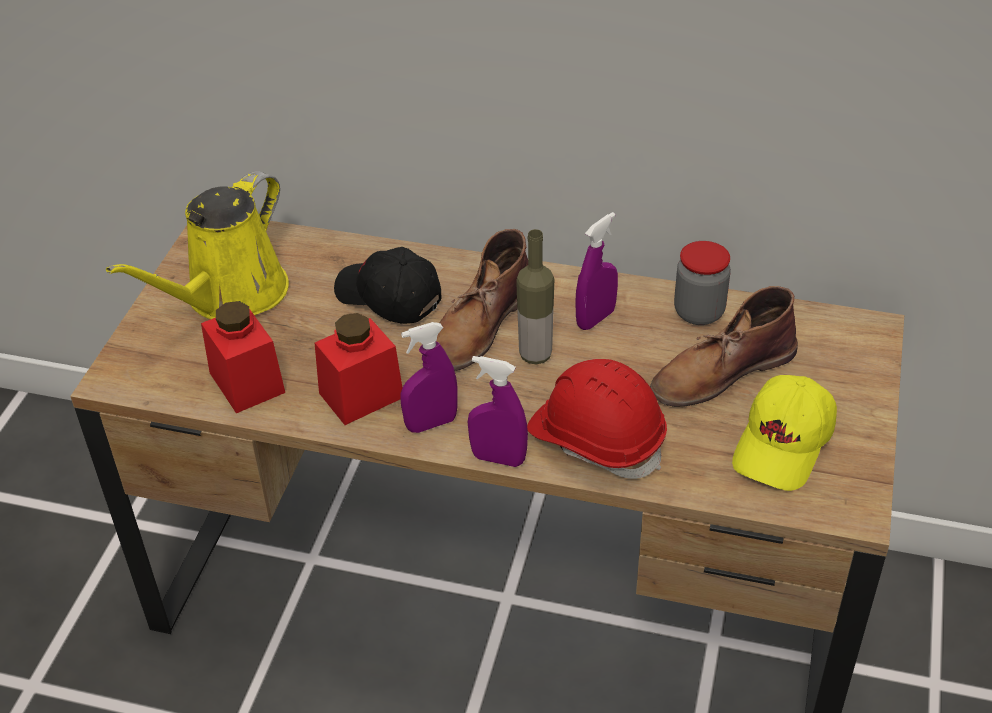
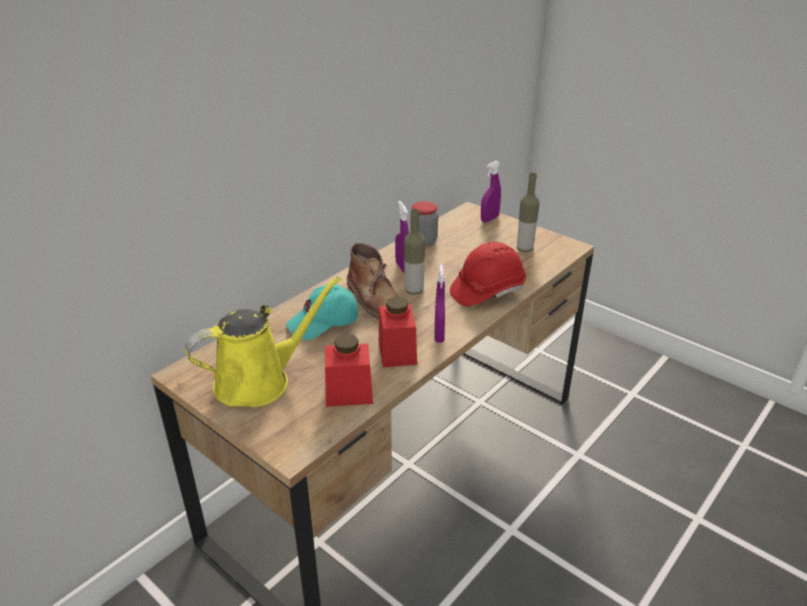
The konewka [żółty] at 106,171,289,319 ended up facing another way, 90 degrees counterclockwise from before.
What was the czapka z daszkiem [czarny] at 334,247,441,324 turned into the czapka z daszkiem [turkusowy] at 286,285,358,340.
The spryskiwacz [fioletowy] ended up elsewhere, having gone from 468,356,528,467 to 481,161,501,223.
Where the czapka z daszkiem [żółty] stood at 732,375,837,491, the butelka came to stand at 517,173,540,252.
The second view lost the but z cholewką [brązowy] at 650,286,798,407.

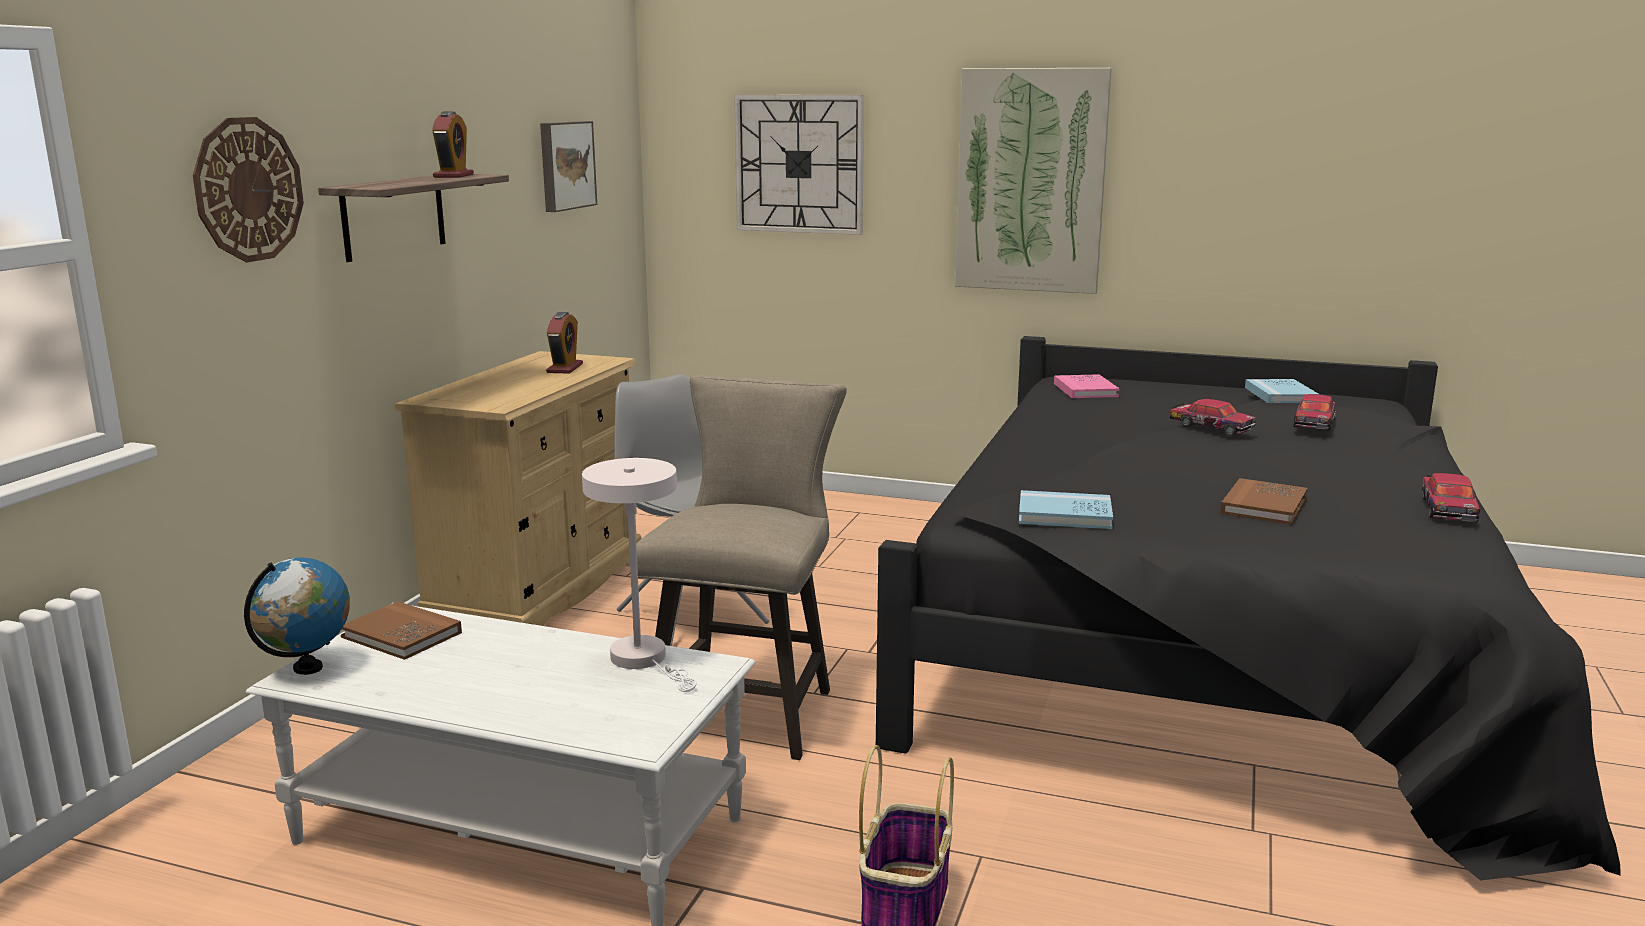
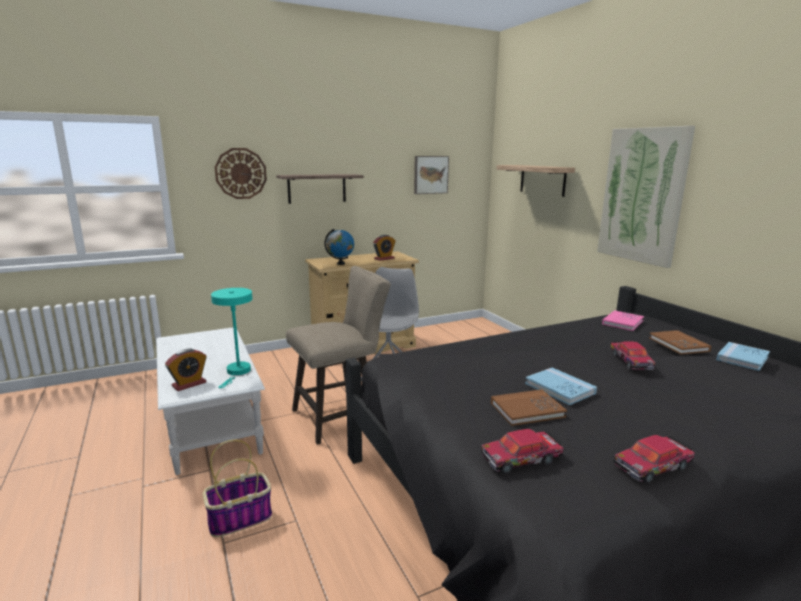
The budzik ended up elsewhere, having gone from 432,111,474,178 to 165,349,206,391.
What was the lampa stołowa [biały] at 582,458,697,692 turned into the lampa stołowa [turkusowy] at 211,288,253,388.
The globus ended up elsewhere, having gone from 244,557,350,675 to 325,229,354,265.
The samochodzik ended up elsewhere, having gone from 1293,394,1336,431 to 481,429,564,474.
Where the zegar ścienny hung at 734,95,864,235, the półka came to hang at 497,165,575,197.
The książka [niebieski] ended up elsewhere, having gone from 1019,490,1113,529 to 525,368,597,405.
The książka [brązowy] ended up elsewhere, having gone from 341,601,462,660 to 649,330,711,354.

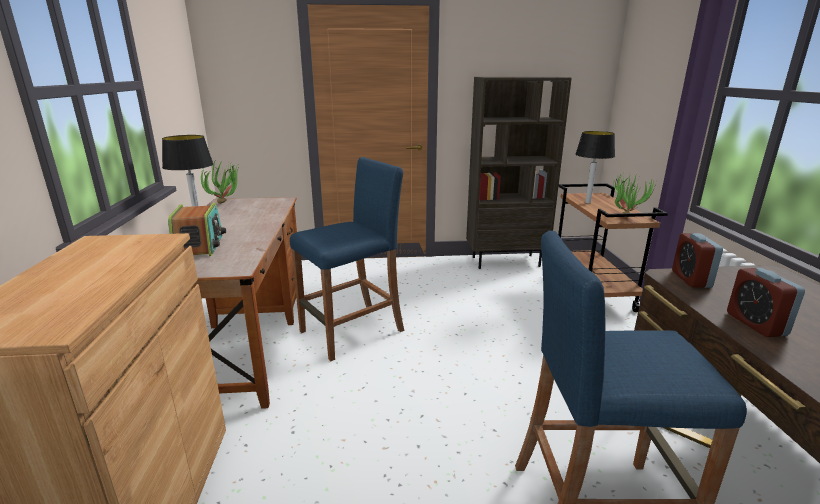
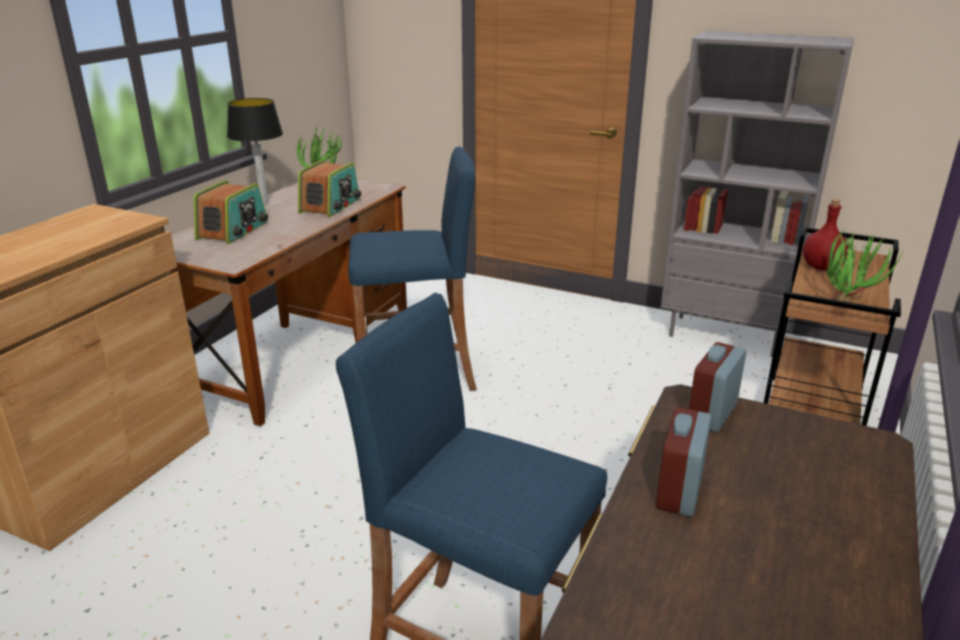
The second view gained the radio at 298,160,361,217.
What was the regał [brązowy] at 466,77,572,269 turned into the regał [szary] at 661,31,854,357.
Where the lampa stołowa stood at 575,131,615,204, the butelka [czerwony] came to stand at 803,199,848,270.

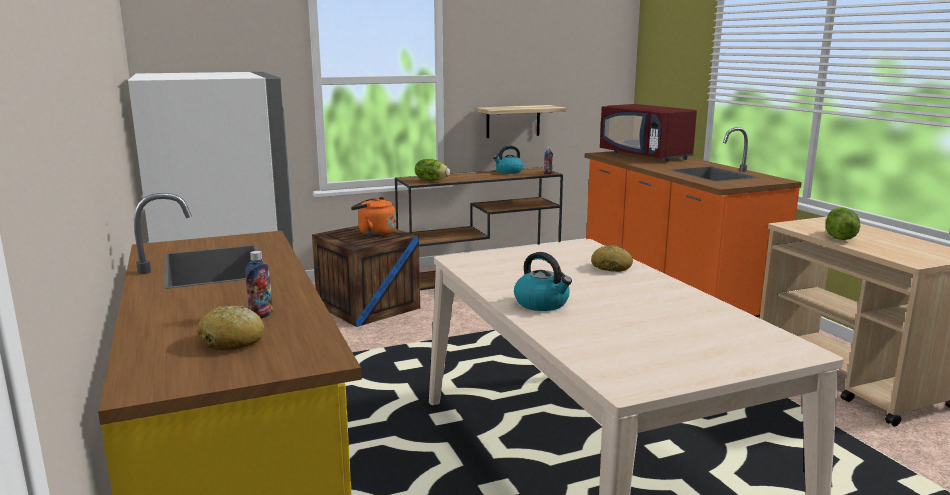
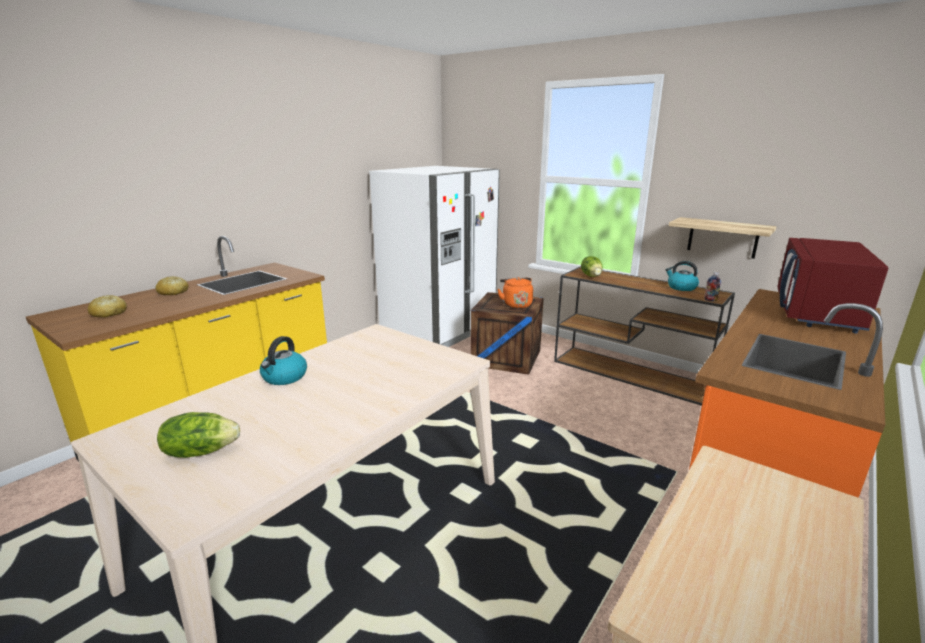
The chleb ended up elsewhere, having gone from 591,245,633,272 to 155,276,189,295.
The sałata ended up elsewhere, having gone from 826,208,860,240 to 157,412,240,458.
The second view lost the butelka at 245,251,273,318.

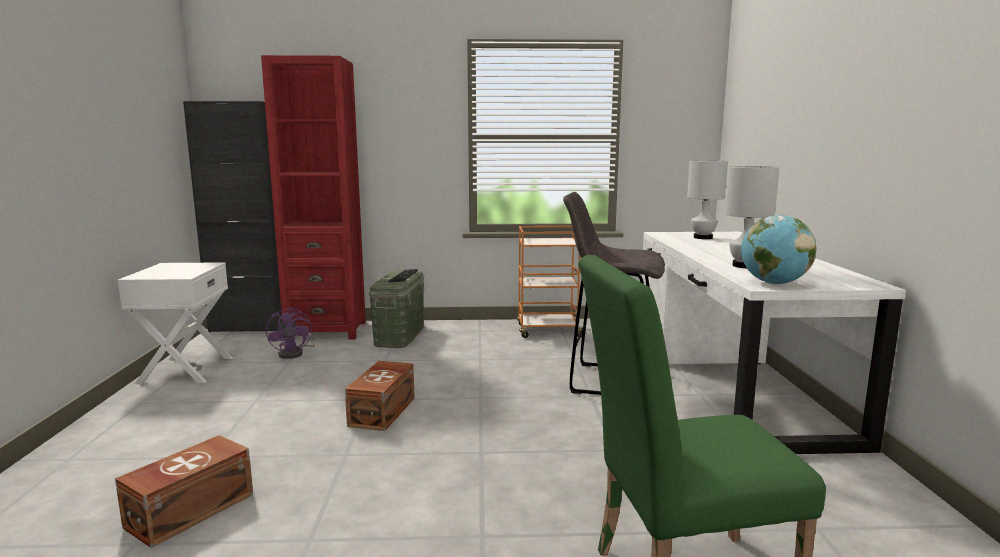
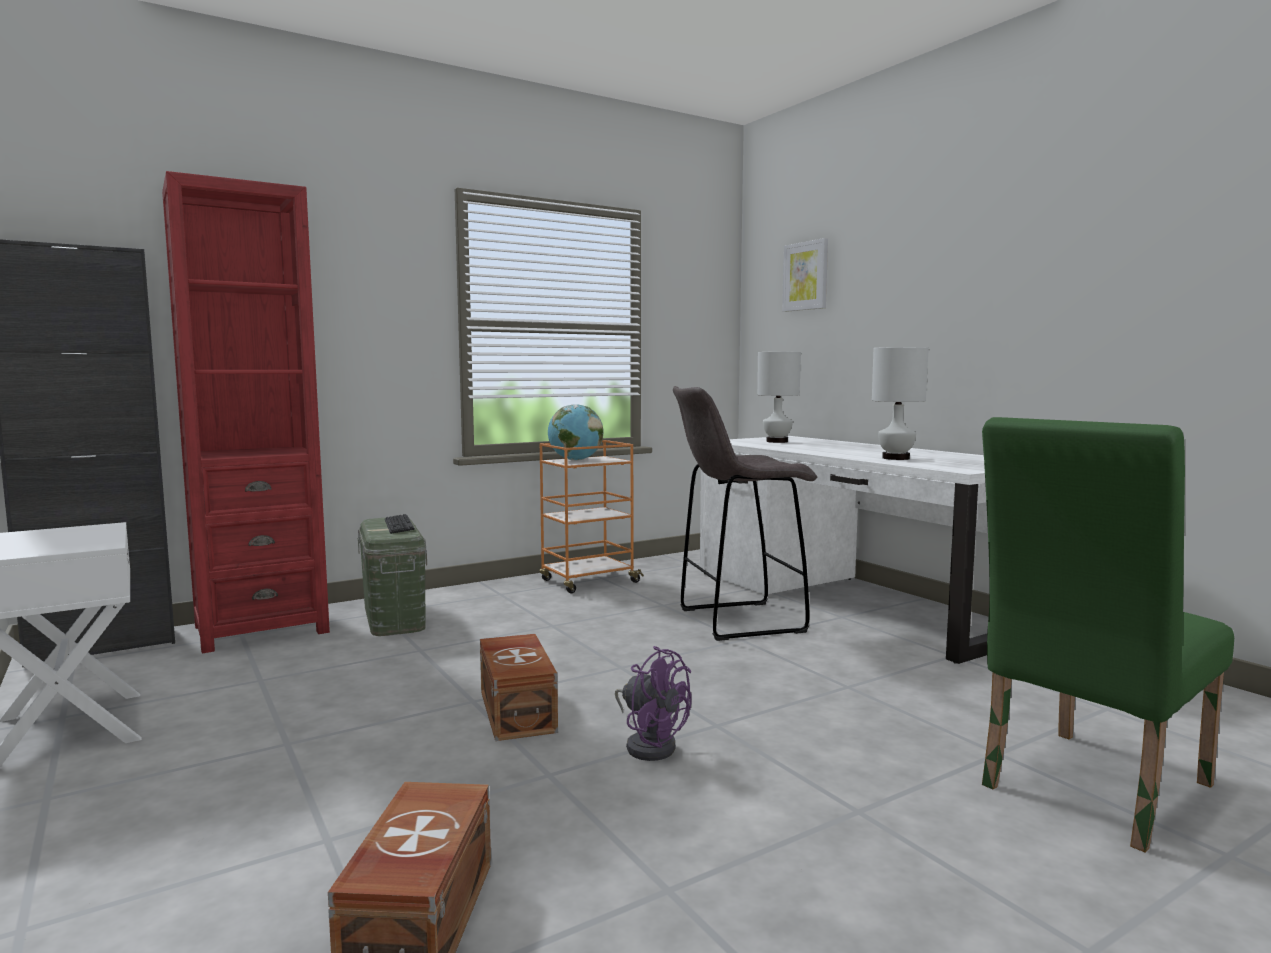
The globus ended up elsewhere, having gone from 741,215,817,284 to 548,404,603,461.
The wentylator [fioletowy] ended up elsewhere, having gone from 266,307,315,359 to 615,646,692,761.
The second view gained the obraz at 782,238,828,312.

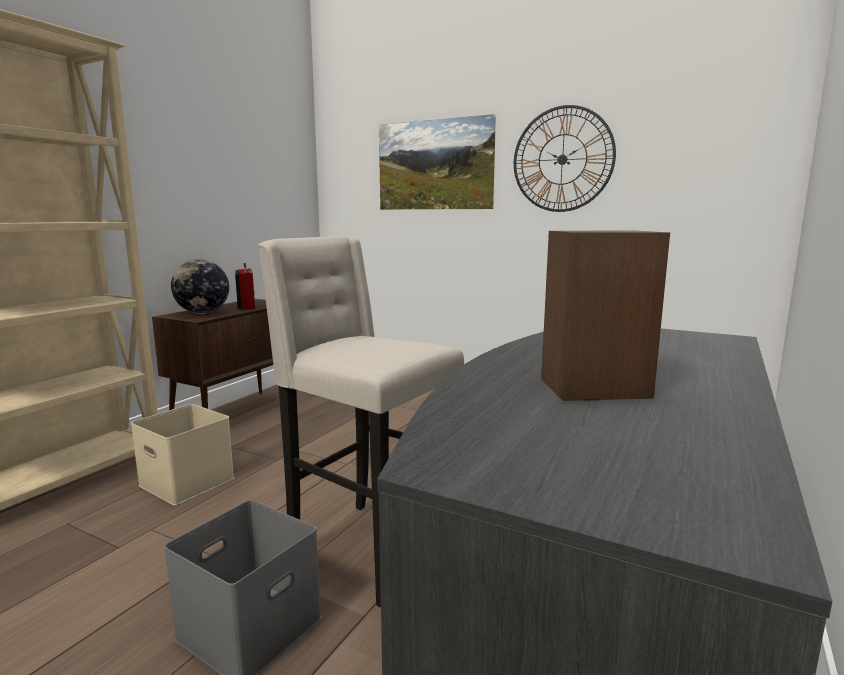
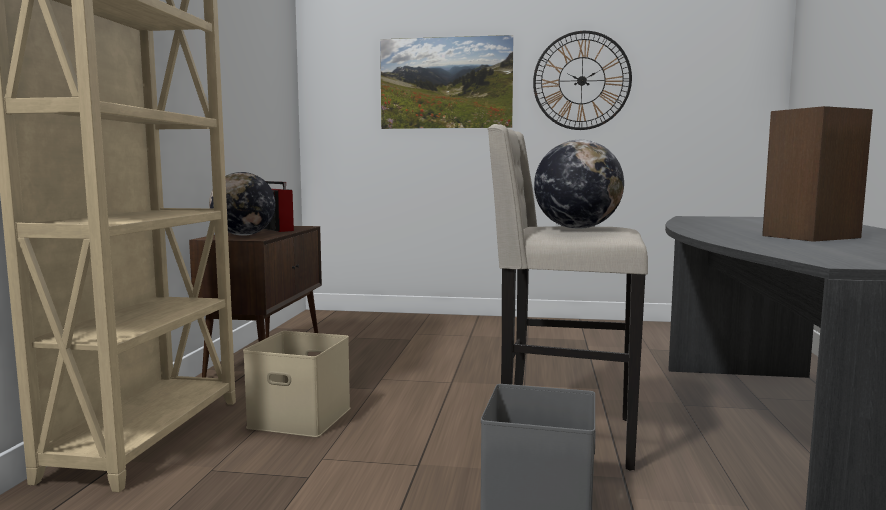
The second view gained the globus at 534,140,624,229.

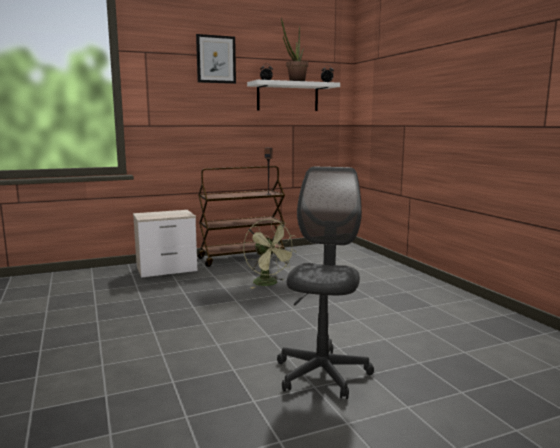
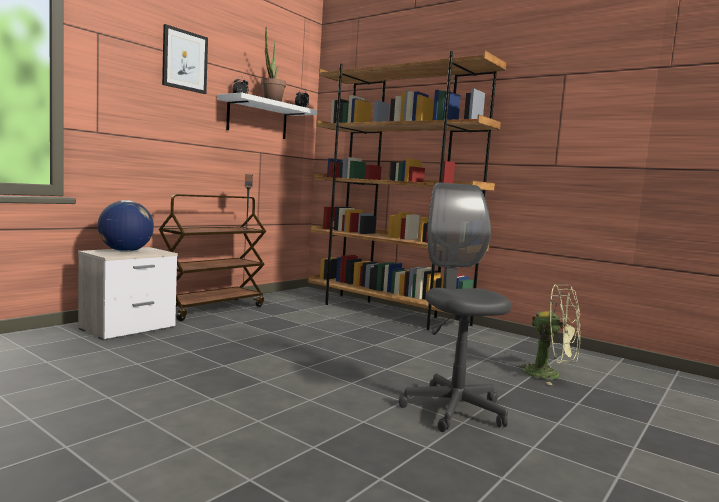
The second view gained the globus at 98,200,154,252.
The second view gained the regał [brązowy] at 307,50,506,330.
The wentylator [zielony] ended up elsewhere, having gone from 243,219,297,289 to 515,284,581,385.

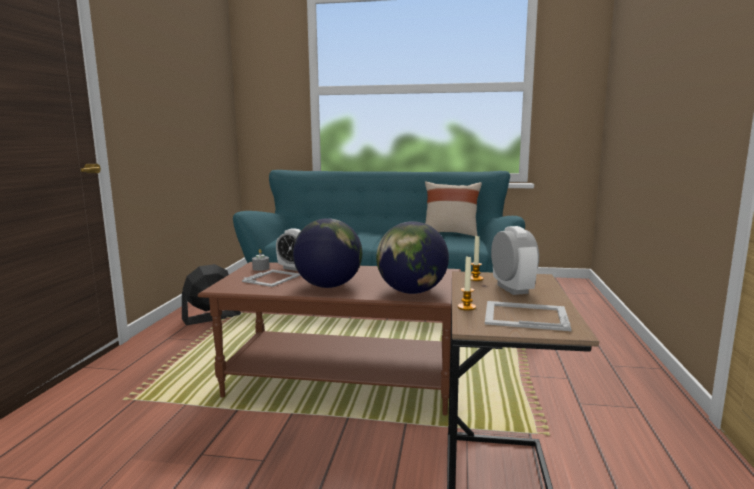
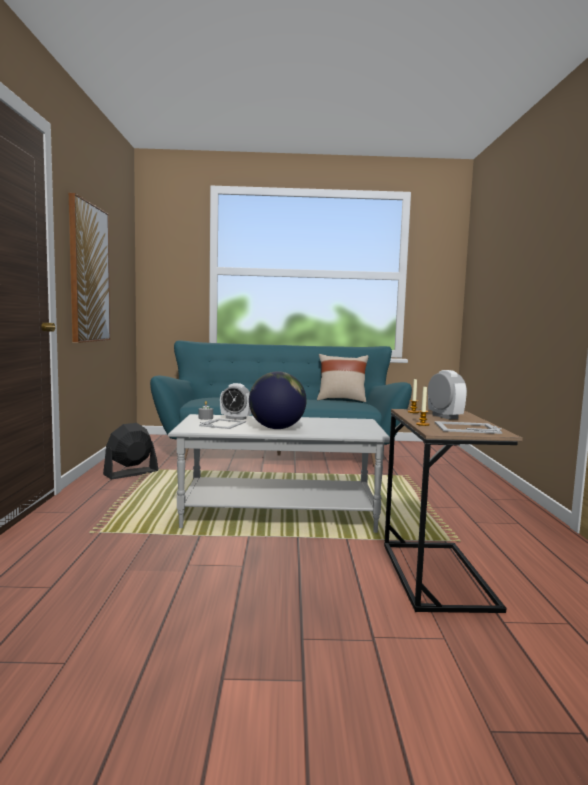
The second view gained the obraz at 69,193,110,343.
What was the ława [brązowy] at 198,262,461,415 turned into the ława [szary] at 168,414,390,533.
The second view lost the globus at 376,221,449,294.

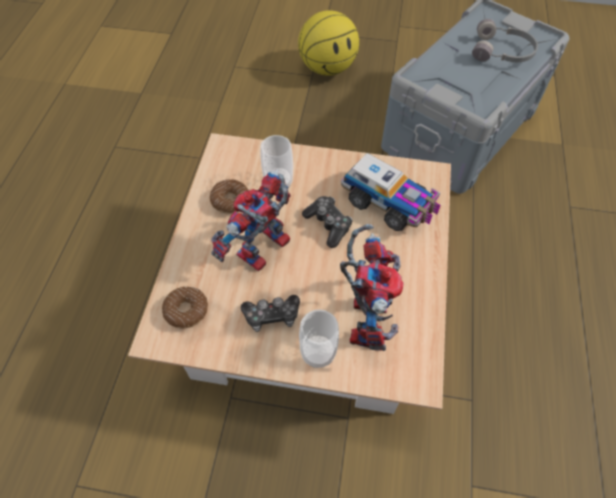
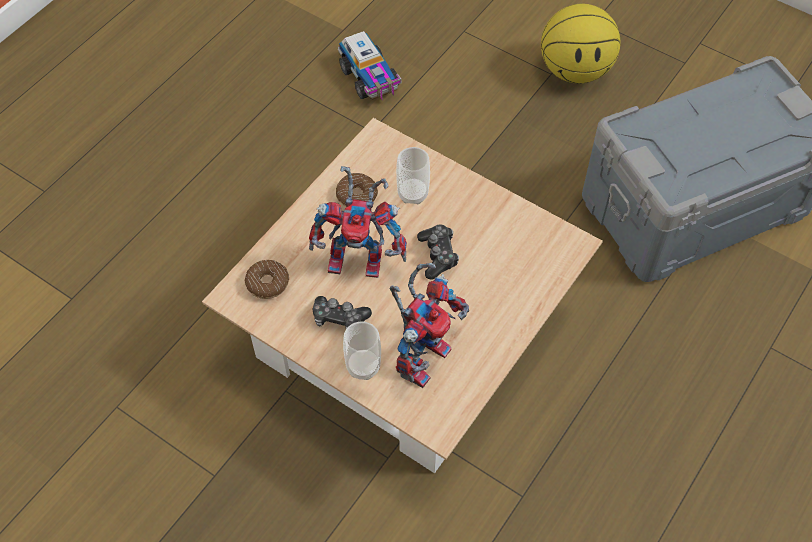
The robot zabawkowy at 211,169,290,271 ended up facing another way, 150 degrees counterclockwise from before.
The ciężarówka zabawkowa ended up elsewhere, having gone from 341,153,441,231 to 338,31,402,99.
The second view lost the słuchawki [szary] at 472,19,538,62.

